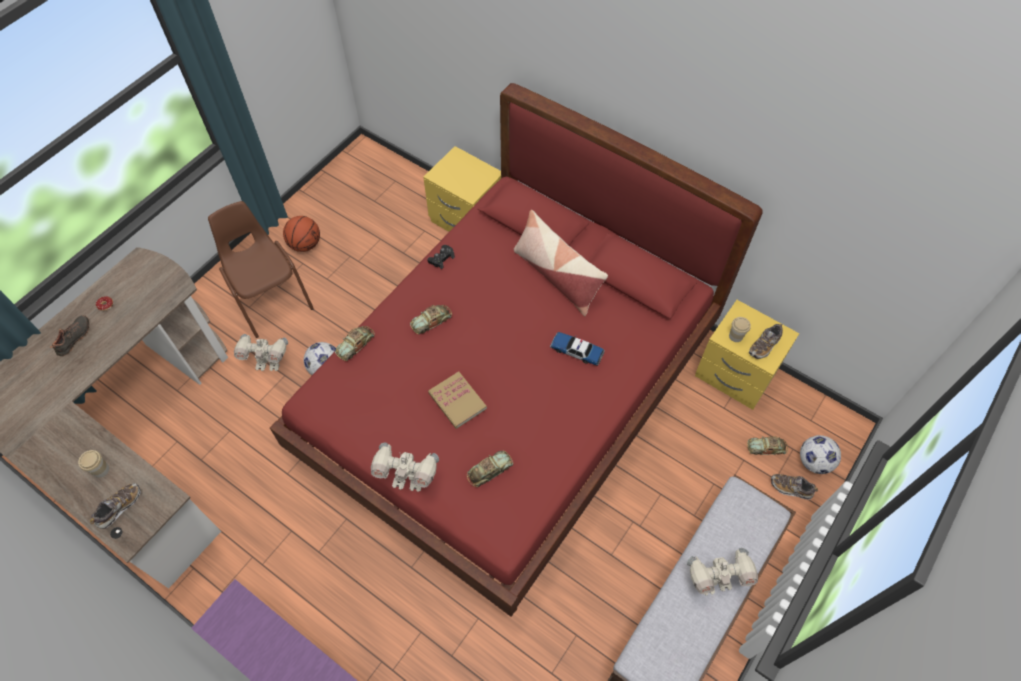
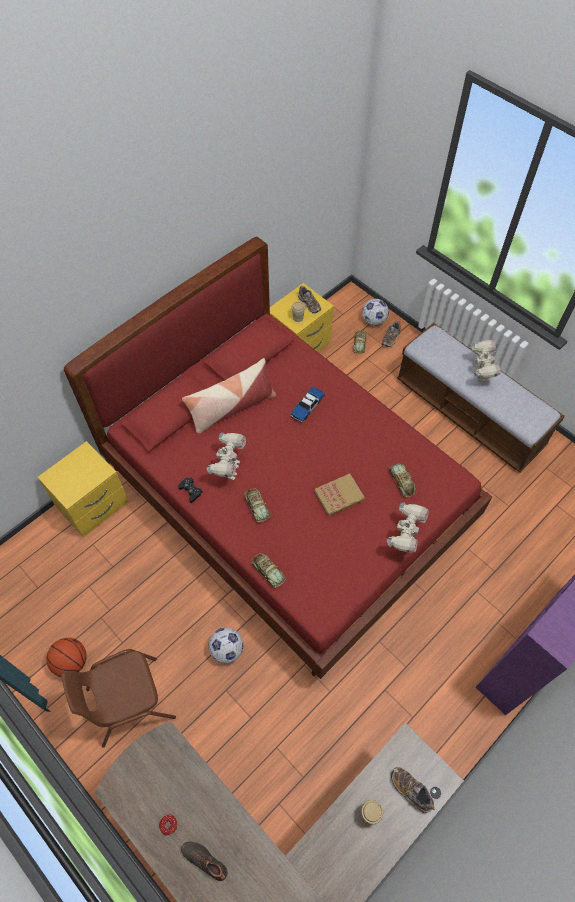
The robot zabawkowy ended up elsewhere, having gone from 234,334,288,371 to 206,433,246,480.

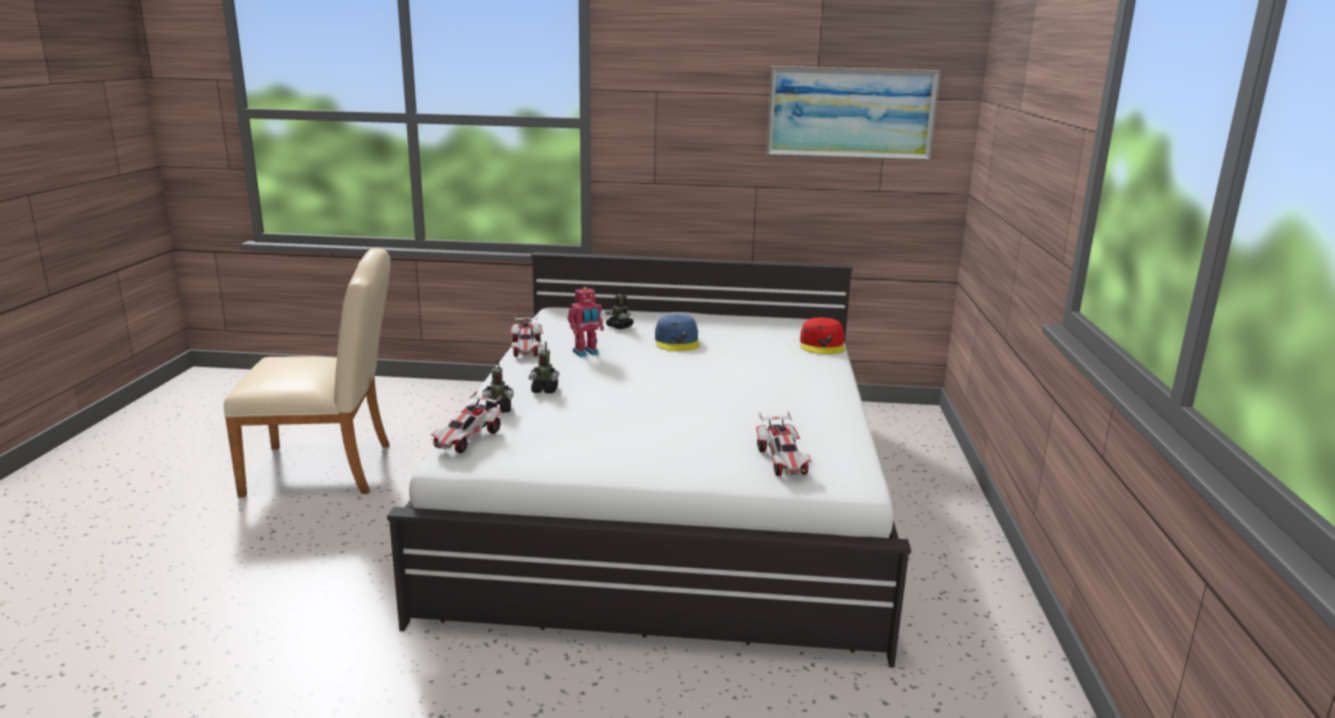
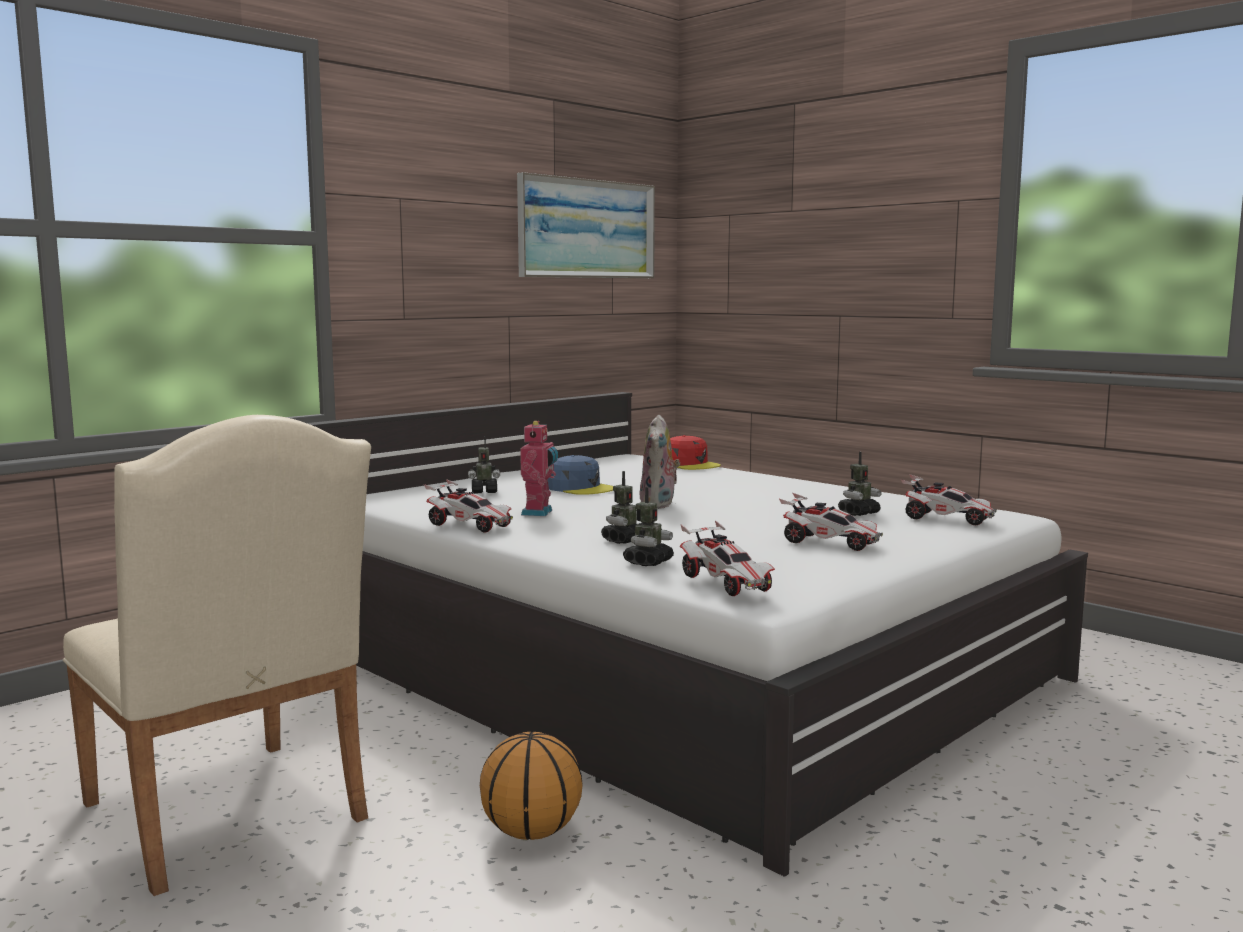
The krzesło [beżowy] at 224,248,390,498 ended up facing another way, 105 degrees clockwise from before.
The second view gained the piłka do koszykówki at 480,732,583,840.
The second view gained the pluszak at 640,415,680,509.
The second view gained the samochodzik at 779,493,883,551.
The second view gained the robot zabawkowy at 838,452,882,516.

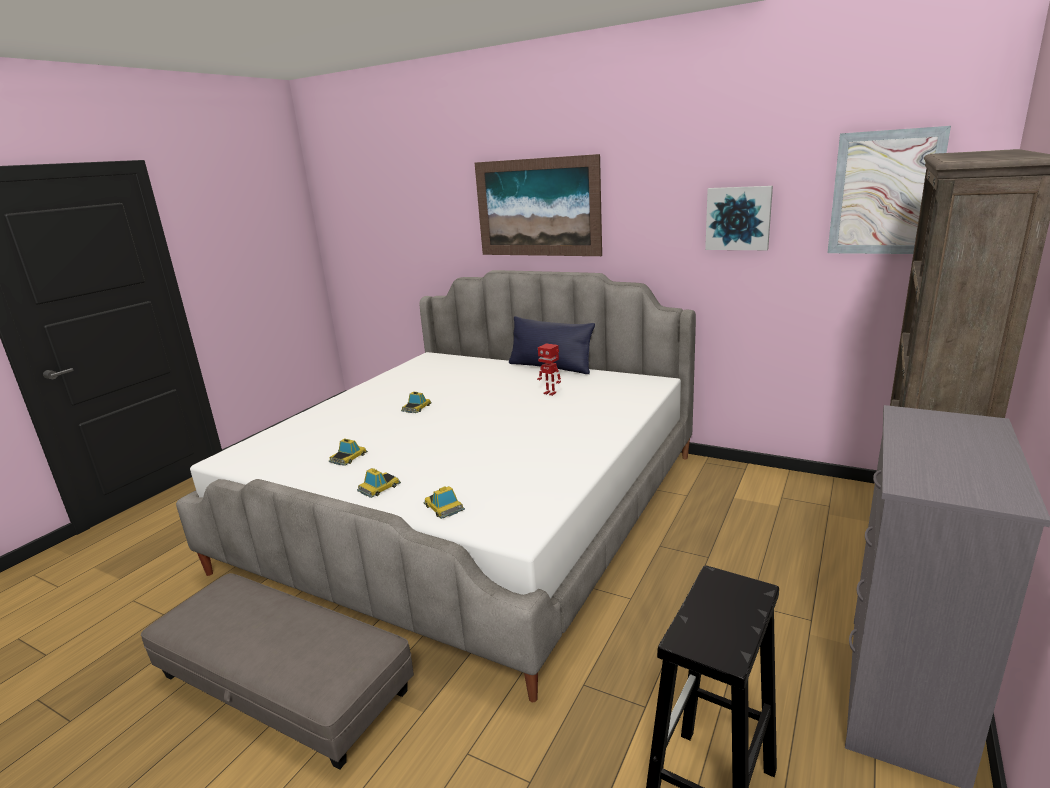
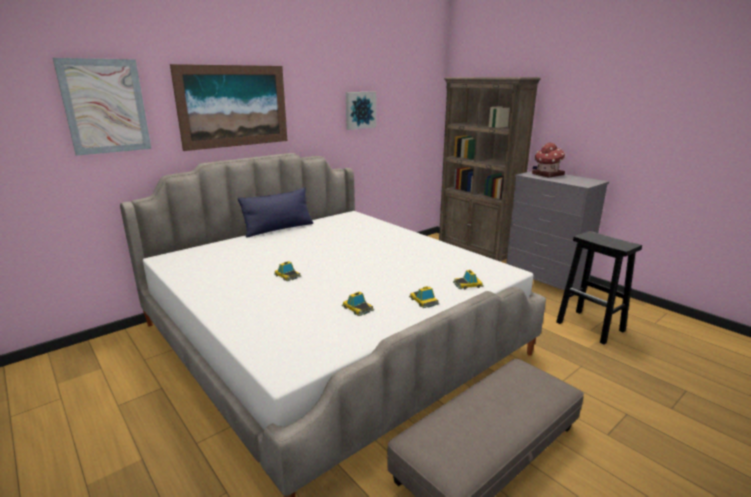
The obraz ended up elsewhere, having gone from 827,126,951,254 to 53,58,151,156.
The second view gained the domek at 532,142,565,178.
The second view lost the robot zabawkowy at 537,343,561,396.

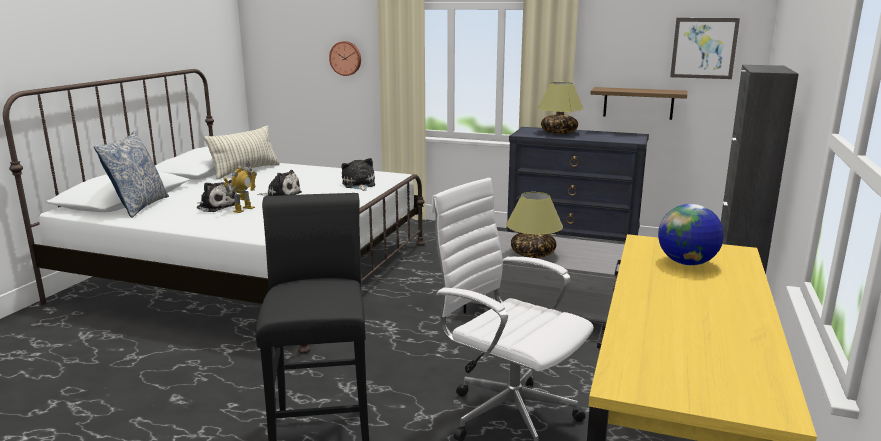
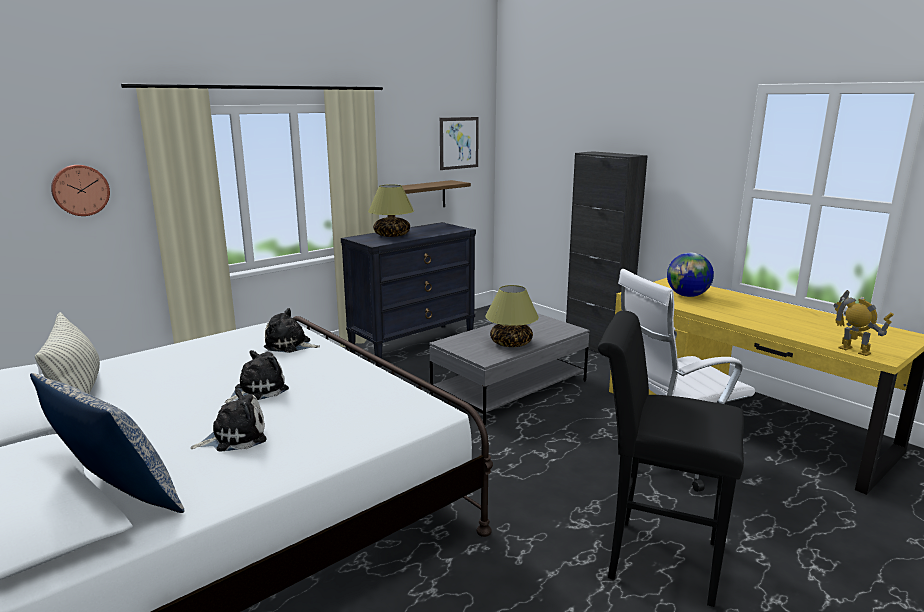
The robot zabawkowy ended up elsewhere, having gone from 223,161,257,213 to 833,290,894,356.

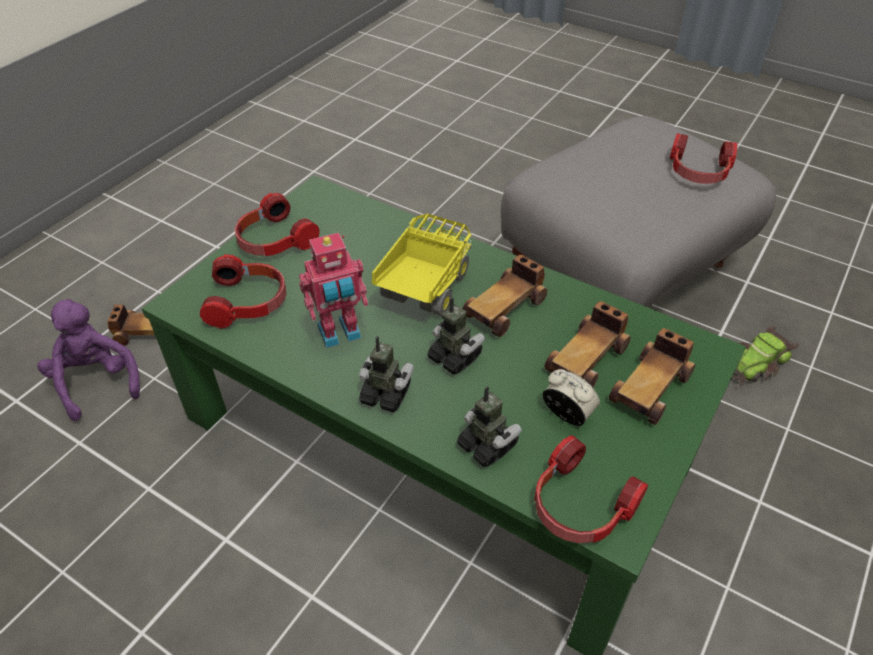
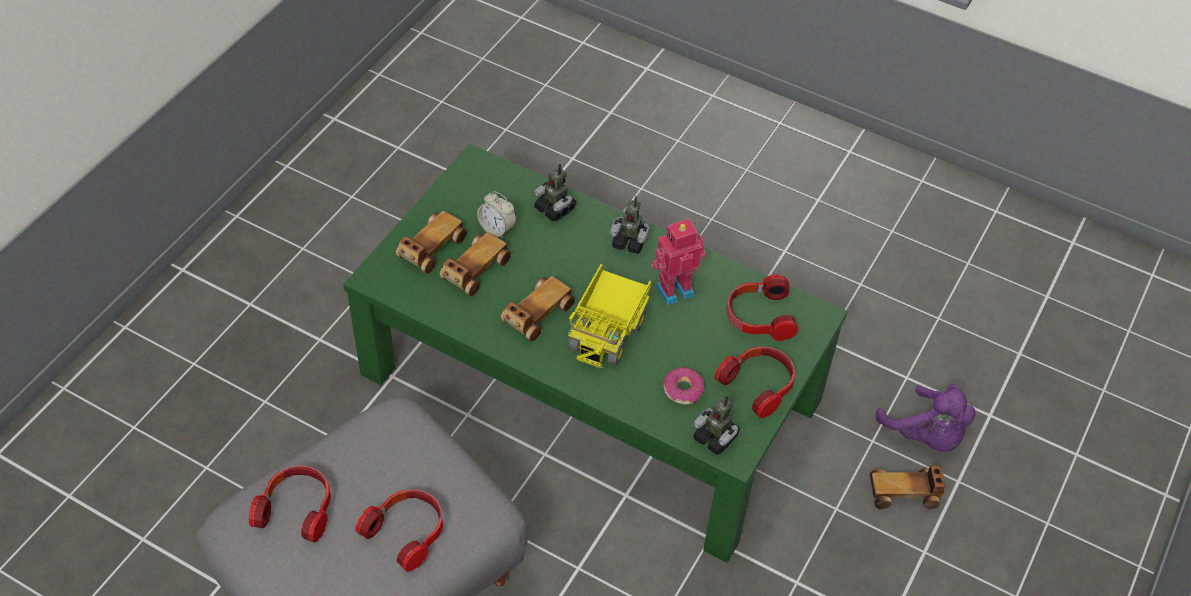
The słuchawki ended up elsewhere, having gone from 534,436,648,543 to 356,489,443,572.
The second view gained the donut at 664,367,704,405.
The robot zabawkowy ended up elsewhere, having gone from 427,297,485,374 to 693,395,740,454.
The second view lost the samochodzik at 732,326,799,388.

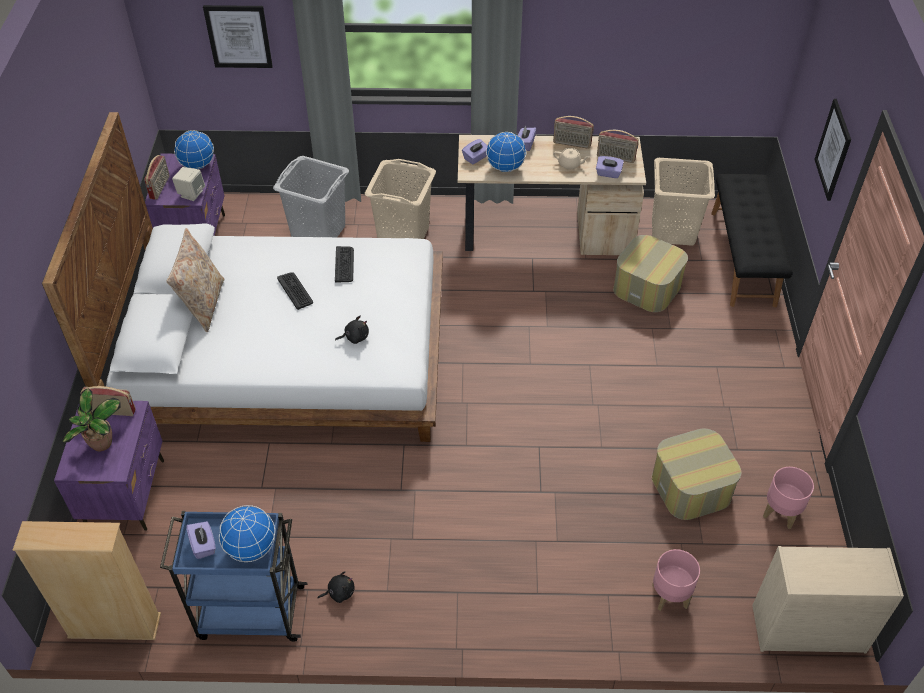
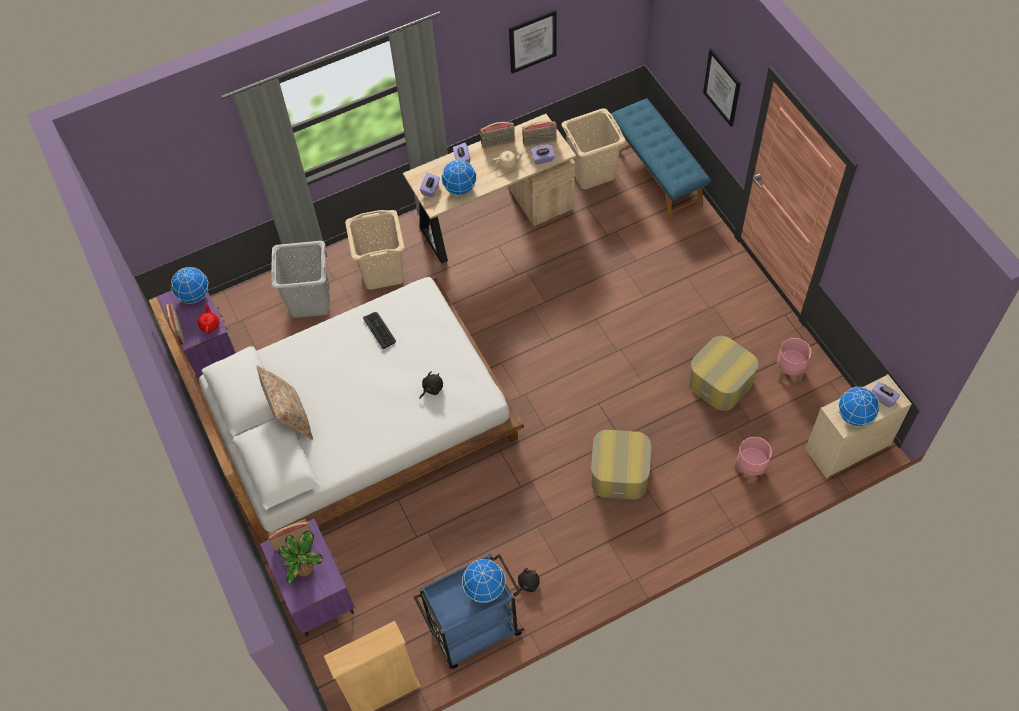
Where the głośnik [beżowy] stood at 172,167,205,201, the imbryk [czerwony] came to stand at 198,303,220,334.
The obraz ended up elsewhere, having gone from 203,5,273,68 to 509,10,557,74.
The pufa ended up elsewhere, having gone from 613,235,688,312 to 591,430,651,499.
What was the ławka [czarny] at 711,174,793,307 turned into the ławka [niebieski] at 611,99,711,221.
The second view gained the globus at 838,387,879,427.
The pudełko chusteczek [fioletowy] ended up elsewhere, having gone from 186,521,216,559 to 871,382,900,407.
The second view lost the klawiatura at 277,272,313,310.

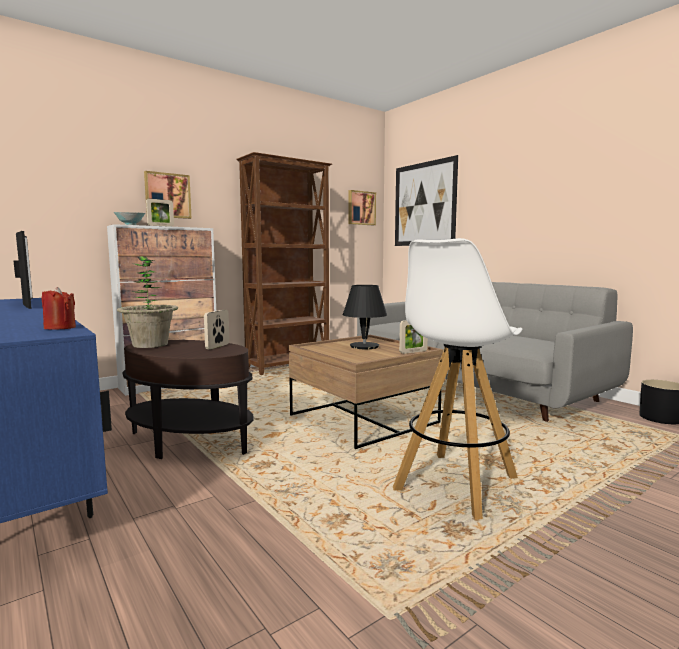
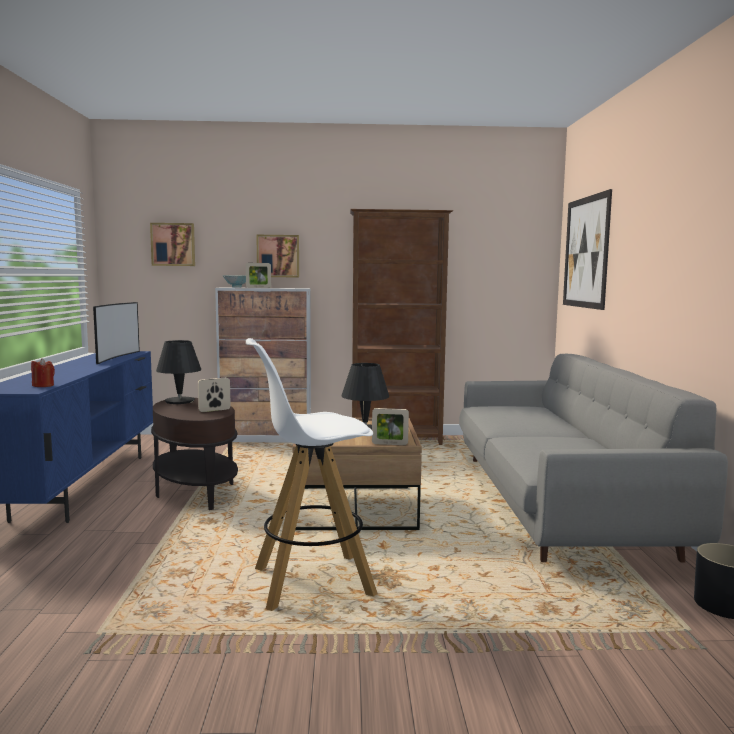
The obraz ended up elsewhere, having gone from 348,190,376,225 to 150,223,195,266.
Where the roślina doniczkowa stood at 117,256,178,348, the lampa stołowa [czarny] came to stand at 156,340,201,404.

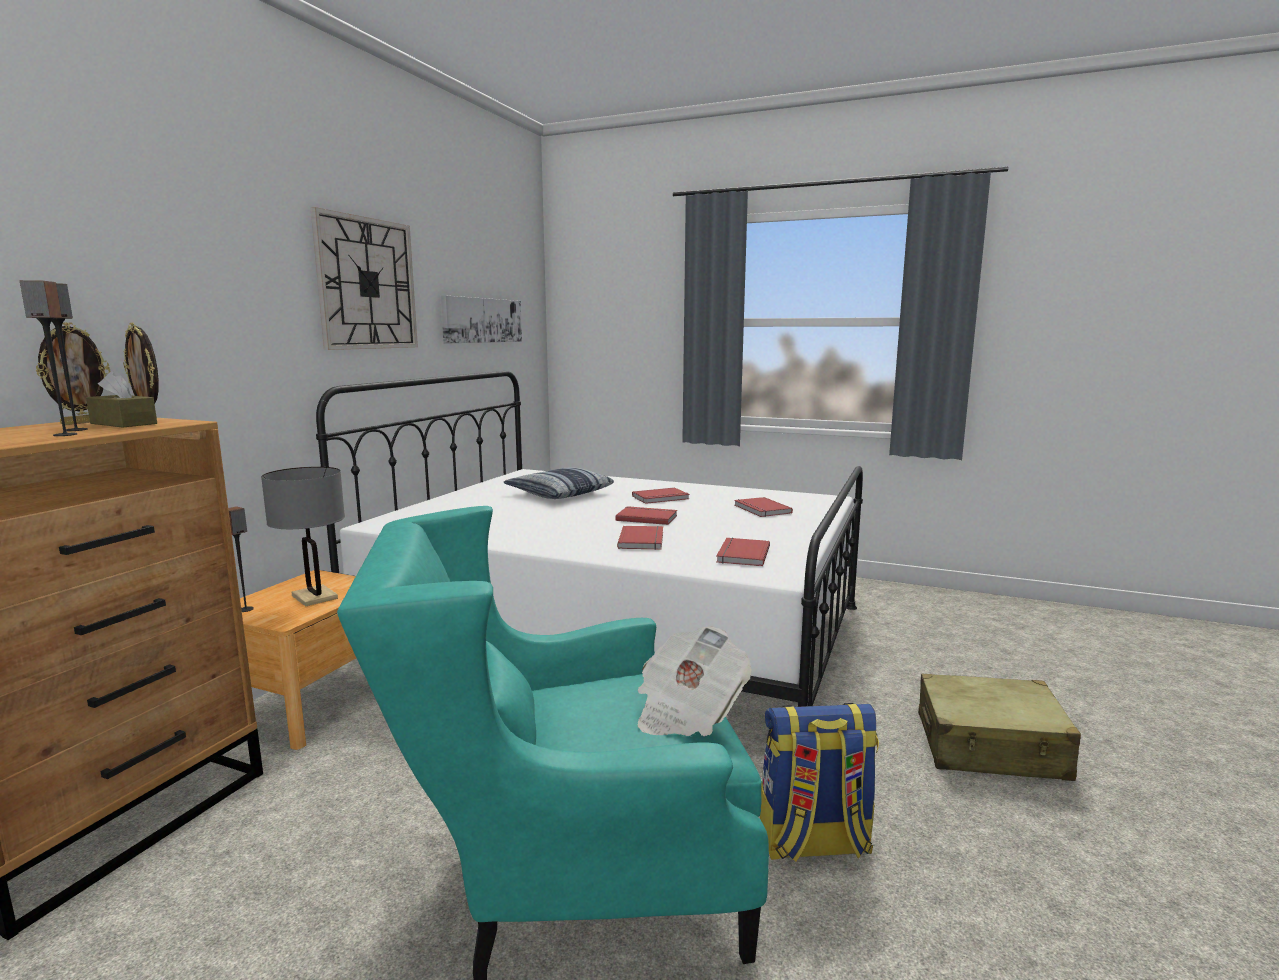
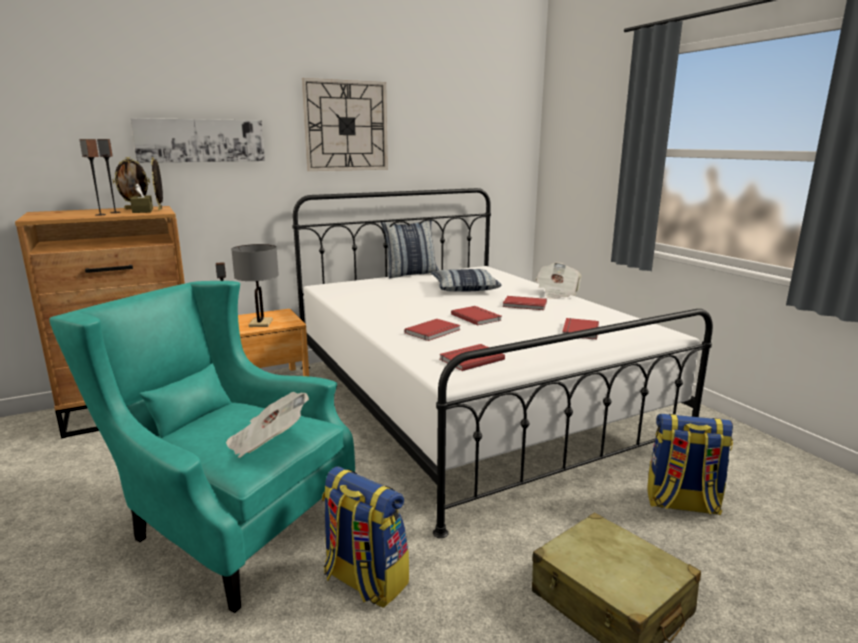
The obraz ended up elsewhere, having gone from 440,295,522,343 to 130,118,265,163.
The second view gained the poduszka at 381,220,439,278.
The second view gained the gazeta at 536,262,582,299.
The second view gained the plecak at 647,414,733,515.

